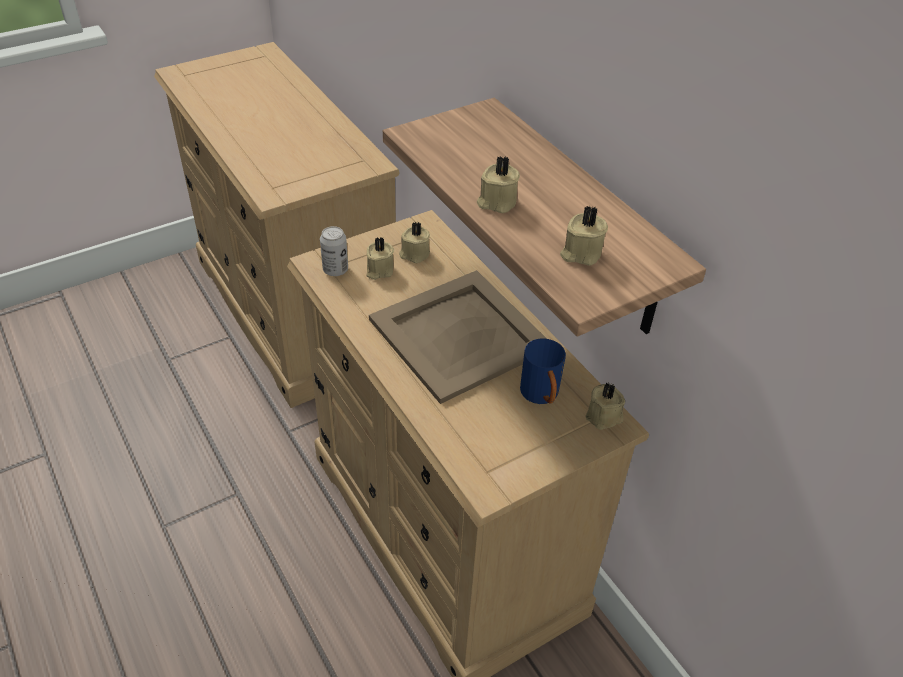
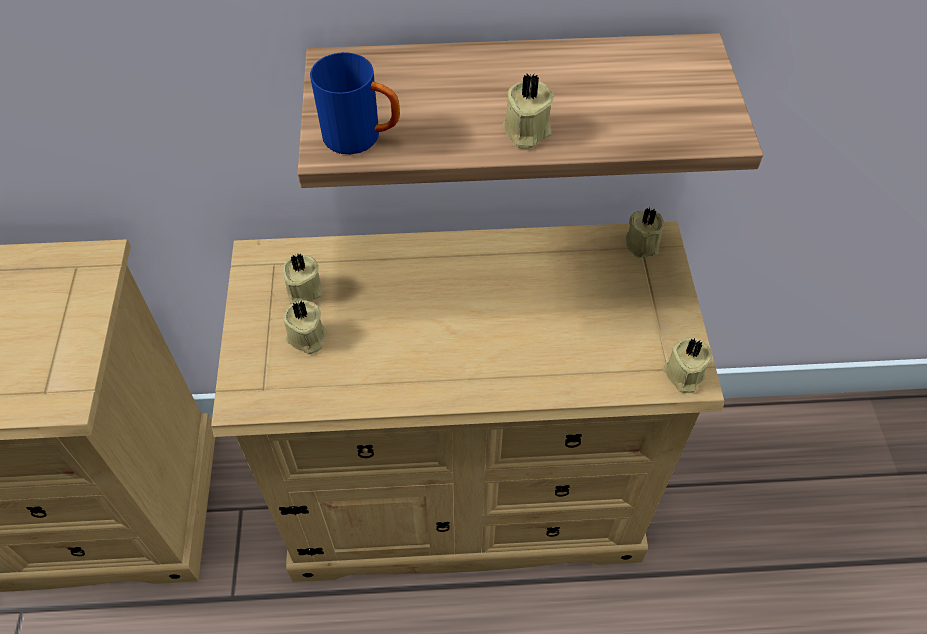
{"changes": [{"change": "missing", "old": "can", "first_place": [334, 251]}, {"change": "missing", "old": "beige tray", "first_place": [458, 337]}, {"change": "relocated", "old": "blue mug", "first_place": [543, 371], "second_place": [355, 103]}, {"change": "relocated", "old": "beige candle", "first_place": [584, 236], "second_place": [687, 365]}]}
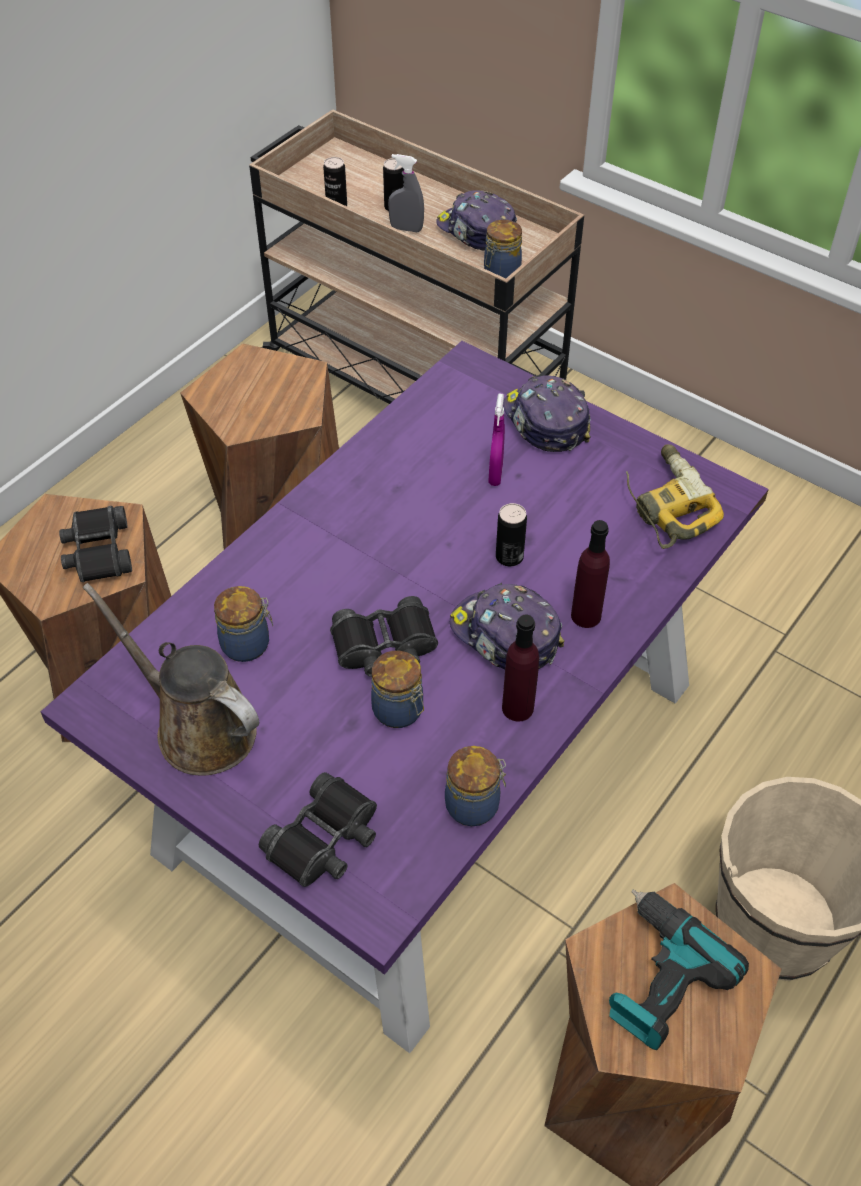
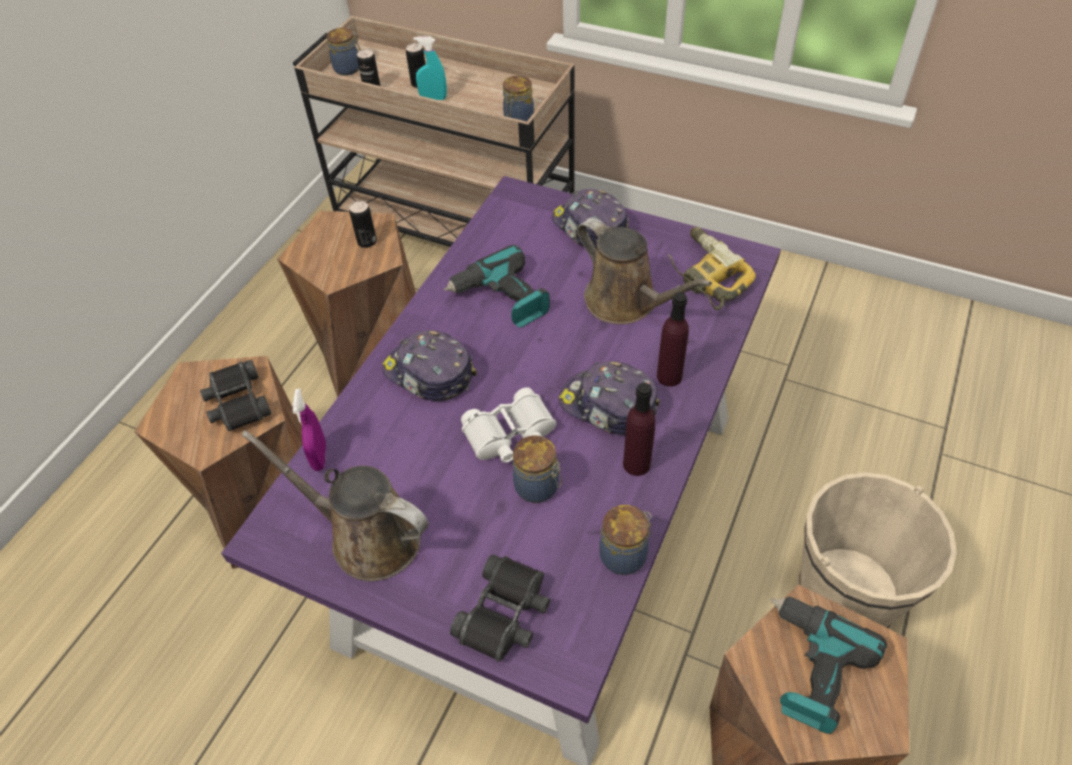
{"changes": [{"change": "appeared", "new": "power drill", "second_place": [496, 286]}, {"change": "appeared", "new": "brown watering can", "second_place": [644, 271]}, {"change": "relocated", "old": "jar", "first_place": [243, 624], "second_place": [343, 52]}, {"change": "relocated", "old": "cap", "first_place": [476, 221], "second_place": [429, 365]}, {"change": "relocated", "old": "purple spray bottle", "first_place": [496, 439], "second_place": [309, 430]}, {"change": "relocated", "old": "can", "first_place": [511, 534], "second_place": [363, 224]}, {"change": "colour", "old": "black binoculars", "new": "white binoculars", "first_place": [384, 636], "second_place": [508, 425]}, {"change": "colour", "old": "grey spray bottle", "new": "turquoise spray bottle", "first_place": [406, 193], "second_place": [430, 68]}]}
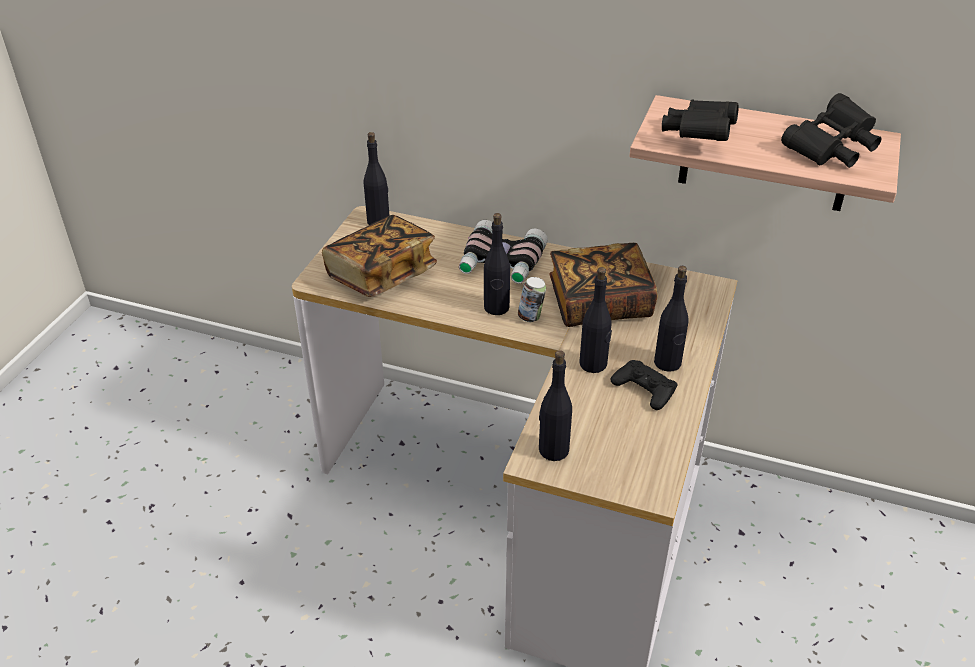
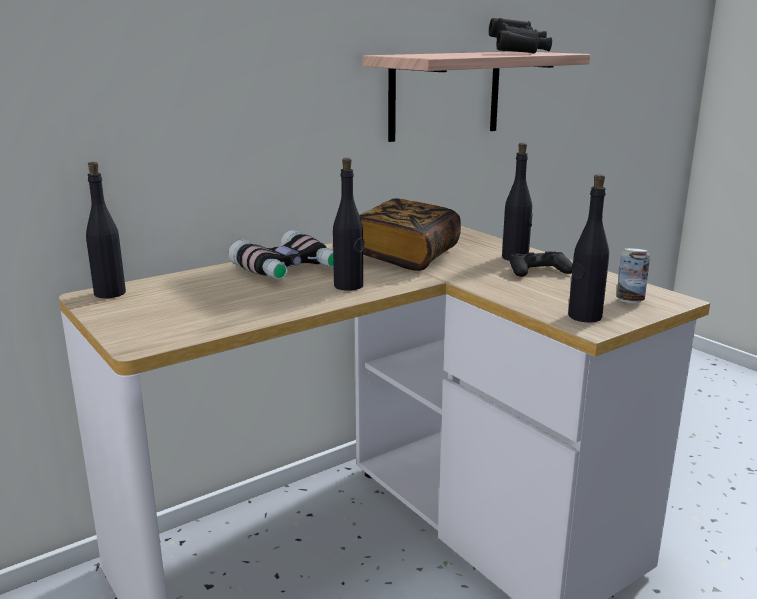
{"changes": [{"change": "missing", "old": "book", "first_place": [379, 256]}, {"change": "missing", "old": "black bottle", "first_place": [595, 320]}, {"change": "missing", "old": "black binoculars", "first_place": [700, 120]}, {"change": "relocated", "old": "can", "first_place": [532, 299], "second_place": [633, 275]}]}
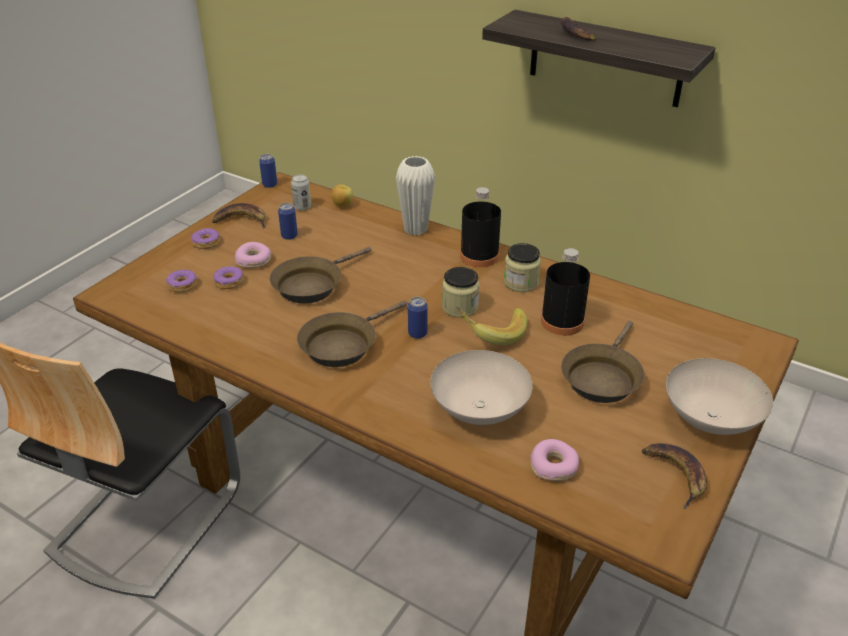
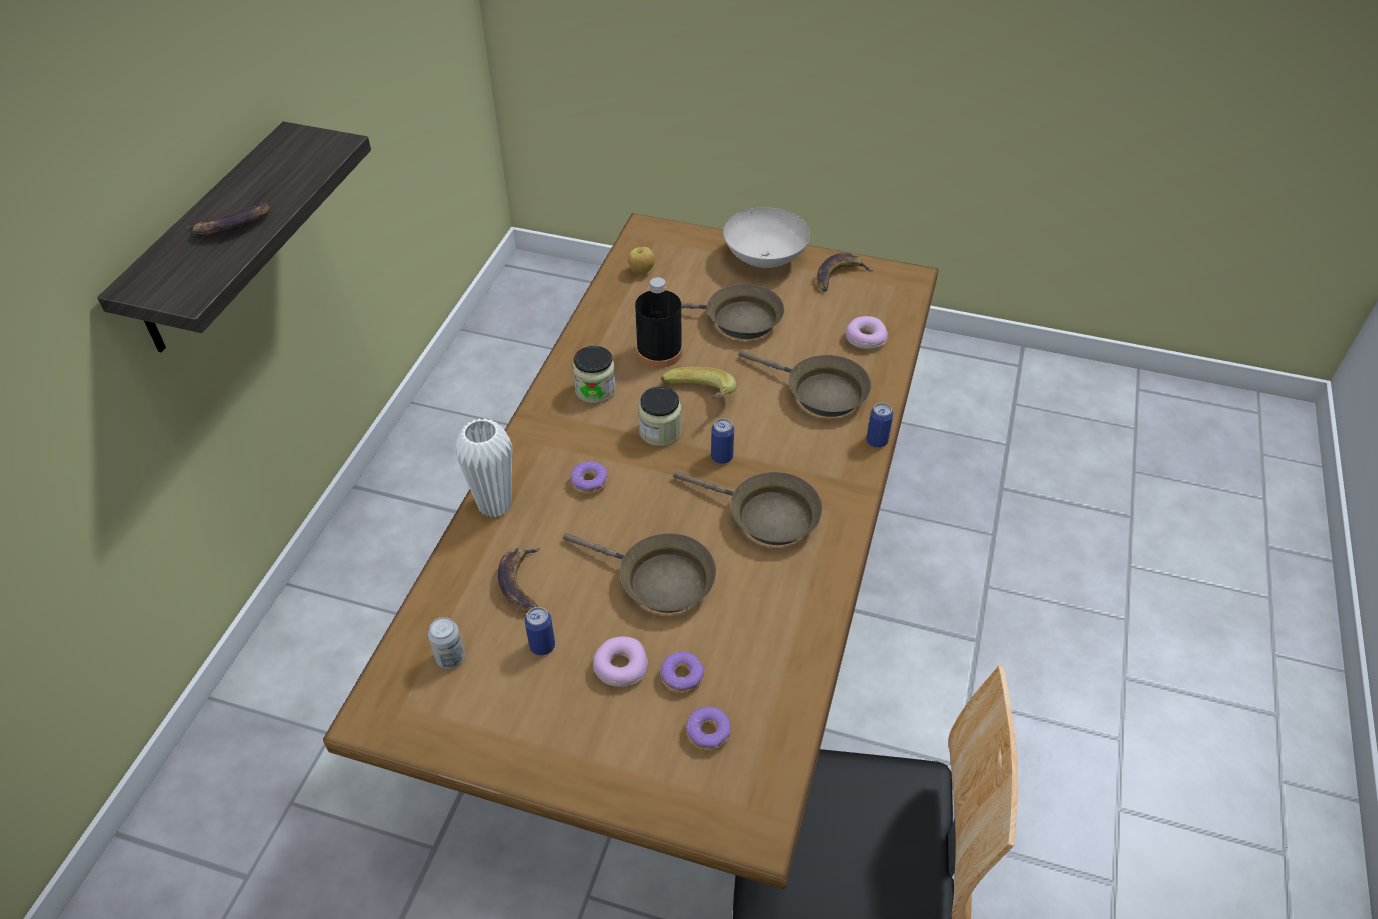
{"changes": [{"change": "missing", "old": "black bottle", "first_place": [480, 227]}, {"change": "relocated", "old": "donut", "first_place": [206, 238], "second_place": [589, 478]}, {"change": "relocated", "old": "banana", "first_place": [238, 216], "second_place": [519, 580]}, {"change": "relocated", "old": "can", "first_place": [268, 171], "second_place": [879, 425]}, {"change": "relocated", "old": "apple", "first_place": [342, 195], "second_place": [641, 260]}, {"change": "exchanged", "old": "white bowl", "new": "brown frying pan", "first_place": [481, 387], "second_place": [804, 384]}]}
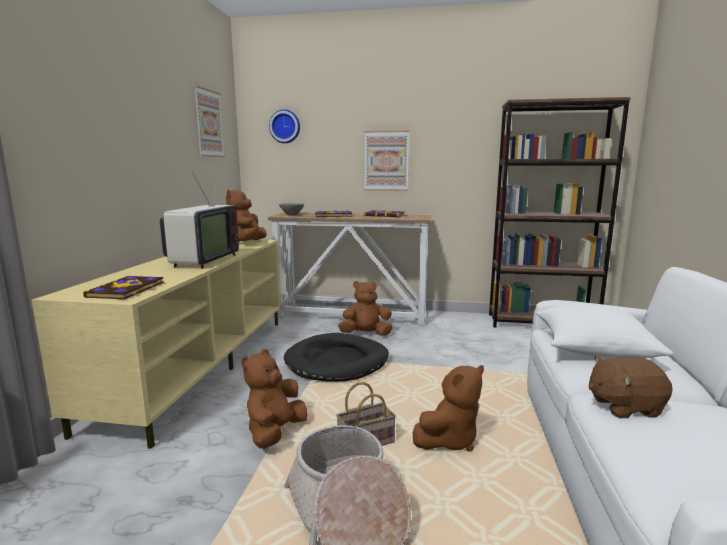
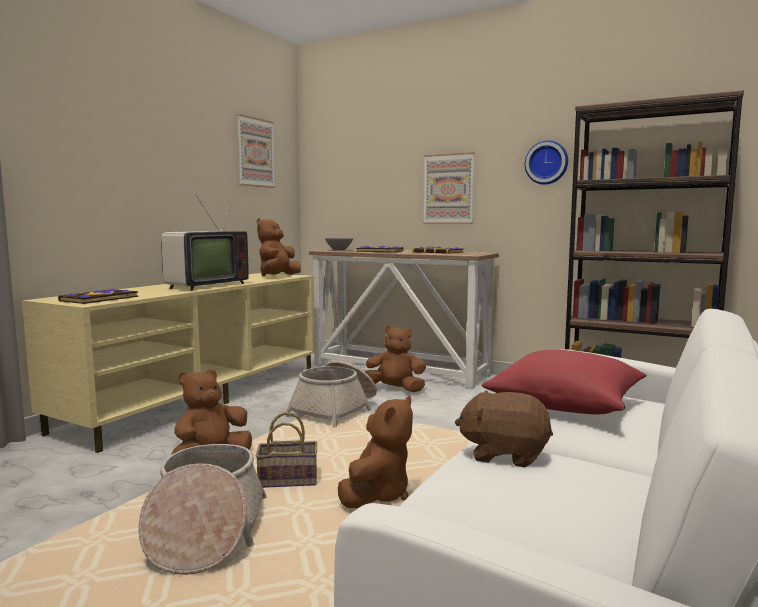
{"changes": [{"change": "relocated", "old": "wall clock", "first_place": [284, 126], "second_place": [546, 162]}, {"change": "exchanged", "old": "black dog bed", "new": "basket", "first_place": [336, 357], "second_place": [331, 394]}, {"change": "colour", "old": "white pillow", "new": "red pillow", "first_place": [604, 331], "second_place": [564, 382]}, {"change": "spun", "old": "brown plush toy", "first_place": [448, 408], "second_place": [375, 452], "degrees": -45}]}
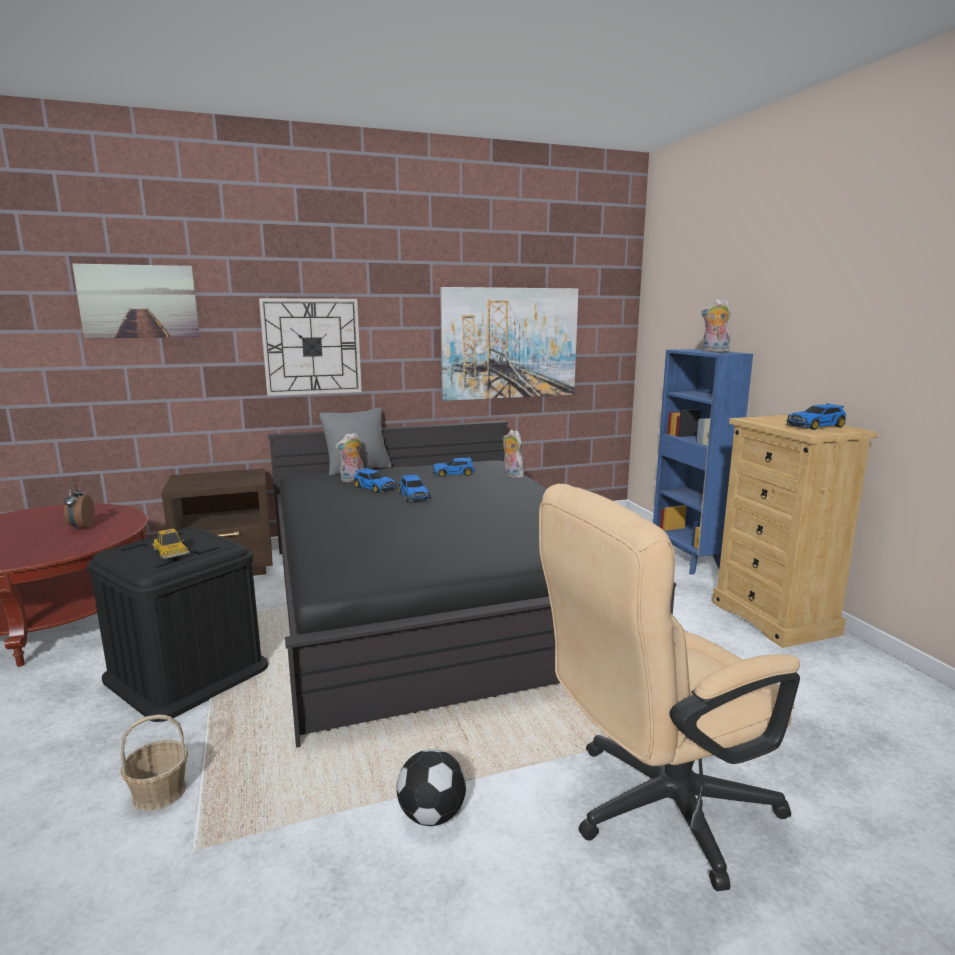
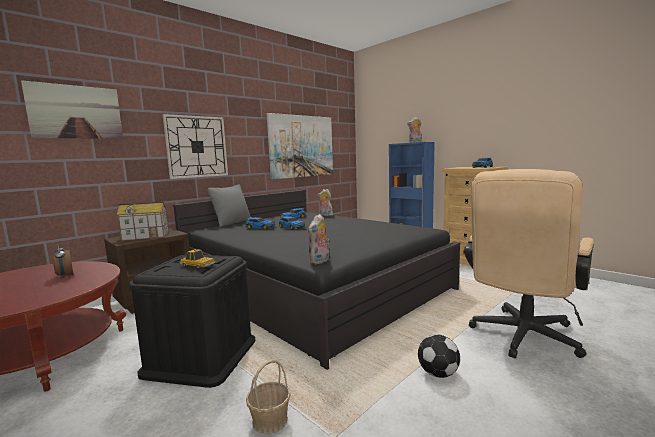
{"changes": [{"change": "appeared", "new": "toy house", "second_place": [142, 221]}, {"change": "relocated", "old": "plush toy", "first_place": [349, 457], "second_place": [318, 239]}]}
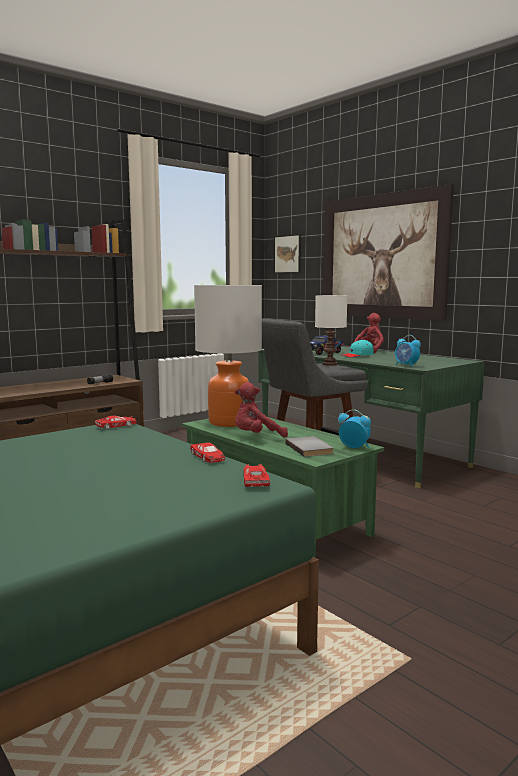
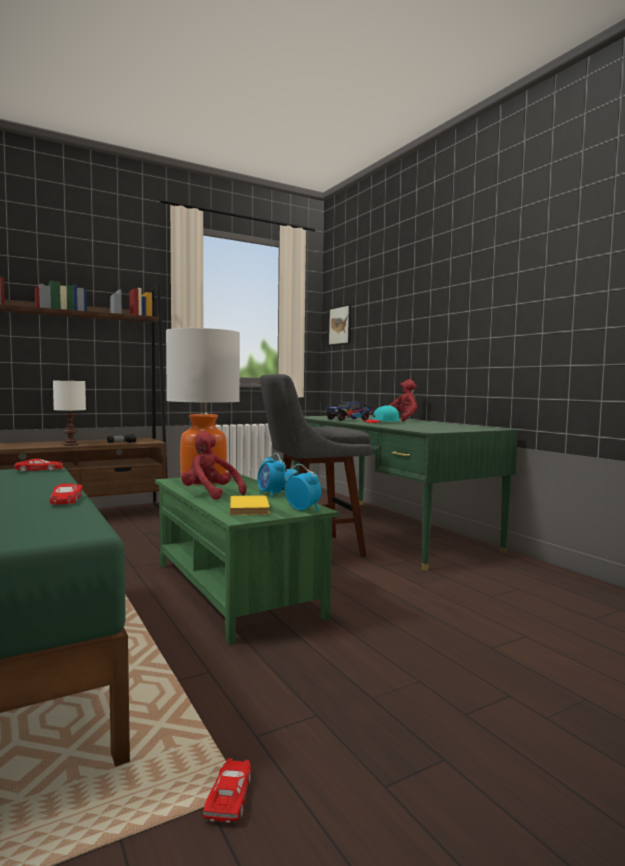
{"changes": [{"change": "missing", "old": "picture", "first_place": [388, 252]}, {"change": "relocated", "old": "red toy car", "first_place": [256, 475], "second_place": [227, 790]}, {"change": "relocated", "old": "white table lamp", "first_place": [331, 330], "second_place": [69, 413]}, {"change": "relocated", "old": "alarm clock", "first_place": [408, 351], "second_place": [271, 475]}, {"change": "colour", "old": "grey book", "new": "yellow book", "first_place": [309, 446], "second_place": [250, 505]}, {"change": "spun", "old": "red plush toy", "first_place": [261, 410], "second_place": [214, 465], "degrees": 45}]}
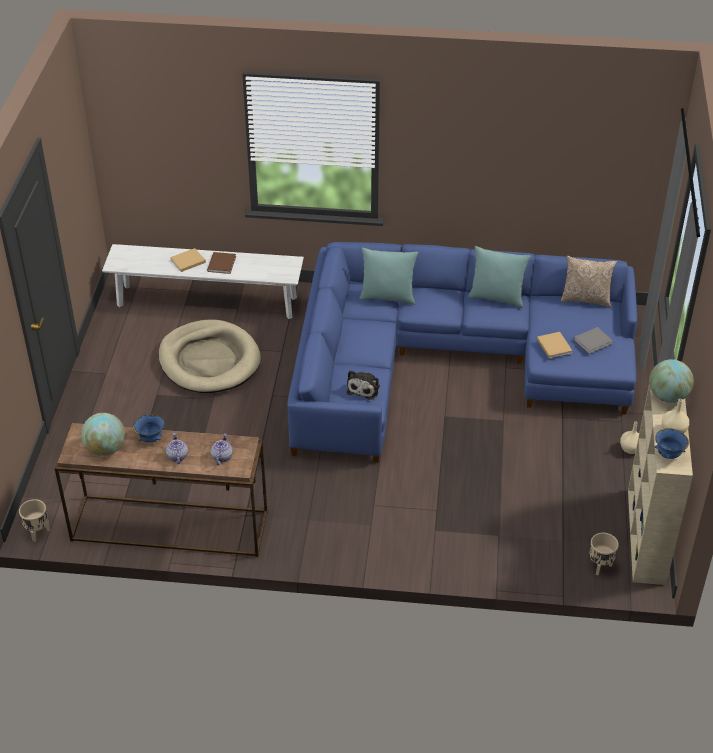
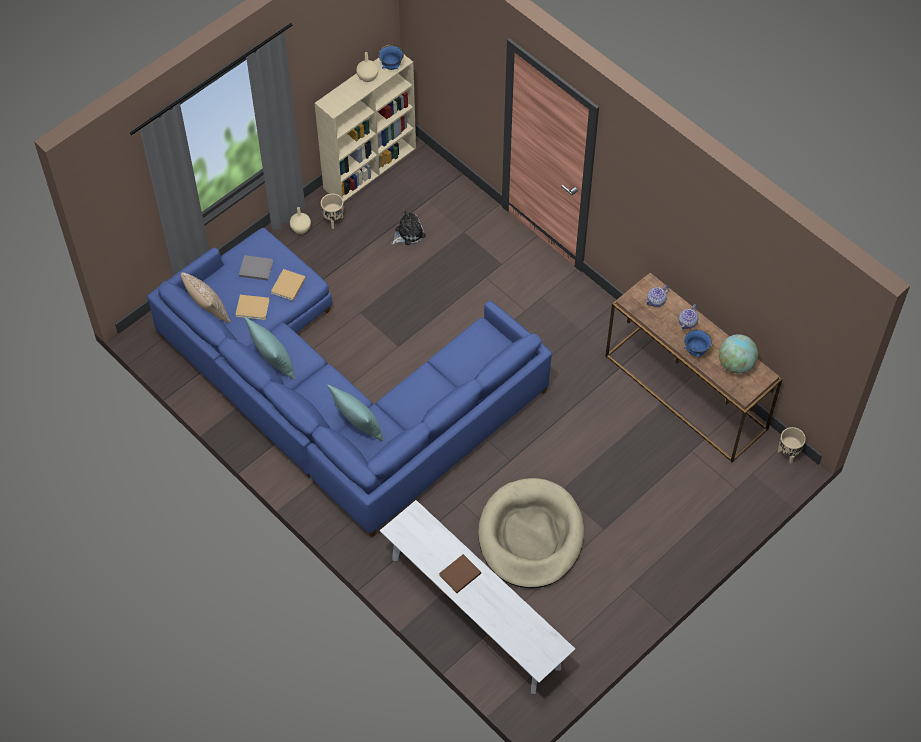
{"changes": [{"change": "missing", "old": "globe", "first_place": [671, 381]}, {"change": "relocated", "old": "beige book", "first_place": [188, 260], "second_place": [252, 307]}, {"change": "relocated", "old": "plush toy", "first_place": [363, 385], "second_place": [408, 228]}, {"change": "relocated", "old": "beige planter", "first_place": [604, 554], "second_place": [332, 211]}]}
